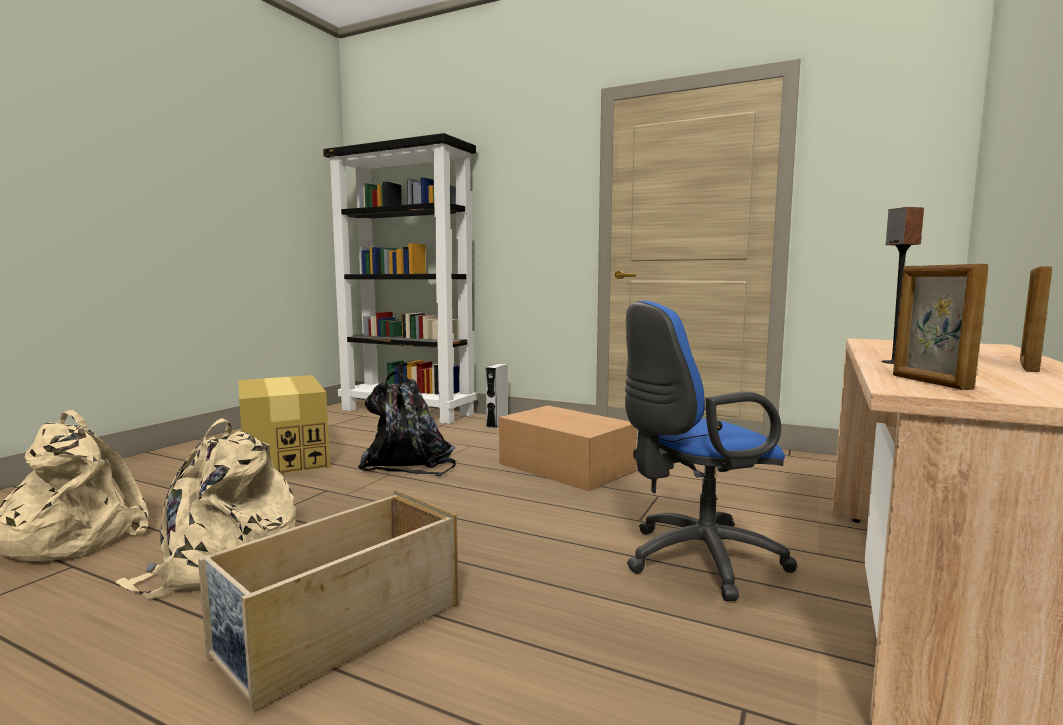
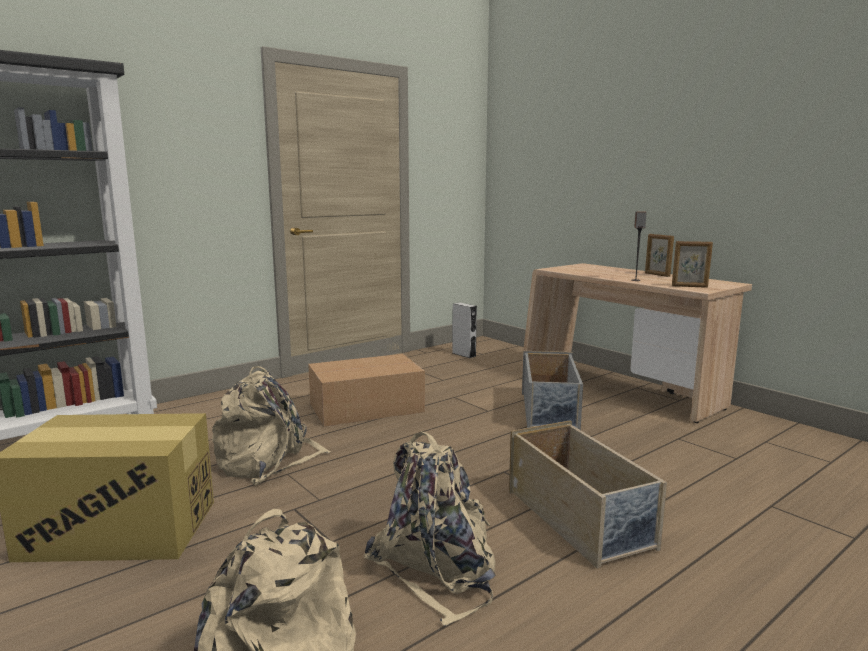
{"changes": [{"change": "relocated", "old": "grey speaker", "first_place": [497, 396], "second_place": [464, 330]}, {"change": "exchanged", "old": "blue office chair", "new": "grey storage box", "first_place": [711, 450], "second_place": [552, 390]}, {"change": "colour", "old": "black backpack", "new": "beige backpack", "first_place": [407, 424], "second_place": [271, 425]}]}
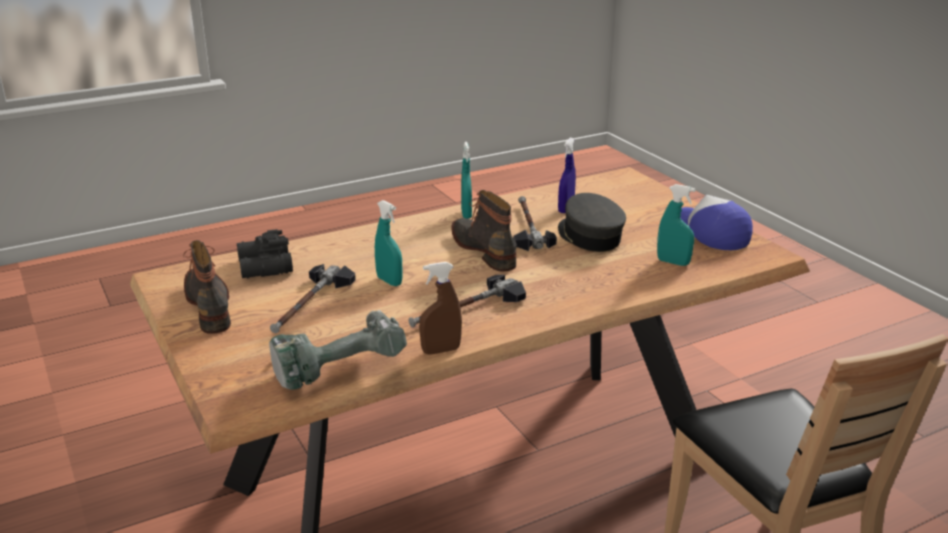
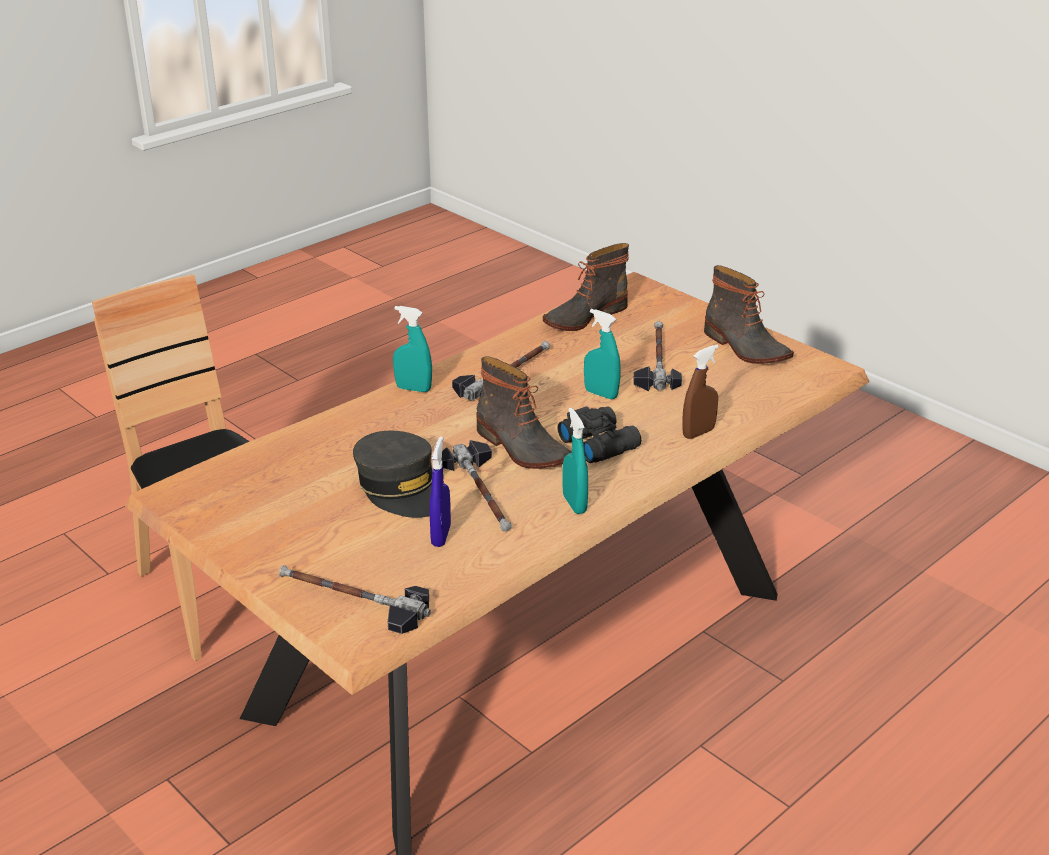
{"changes": [{"change": "missing", "old": "cap", "first_place": [716, 222]}, {"change": "appeared", "new": "hammer", "second_place": [355, 599]}, {"change": "relocated", "old": "black binoculars", "first_place": [265, 254], "second_place": [599, 434]}, {"change": "relocated", "old": "brown spray bottle", "first_place": [440, 308], "second_place": [700, 392]}, {"change": "relocated", "old": "turquoise spray bottle", "first_place": [676, 225], "second_place": [412, 349]}, {"change": "exchanged", "old": "power drill", "new": "boot", "first_place": [338, 350], "second_place": [586, 287]}]}
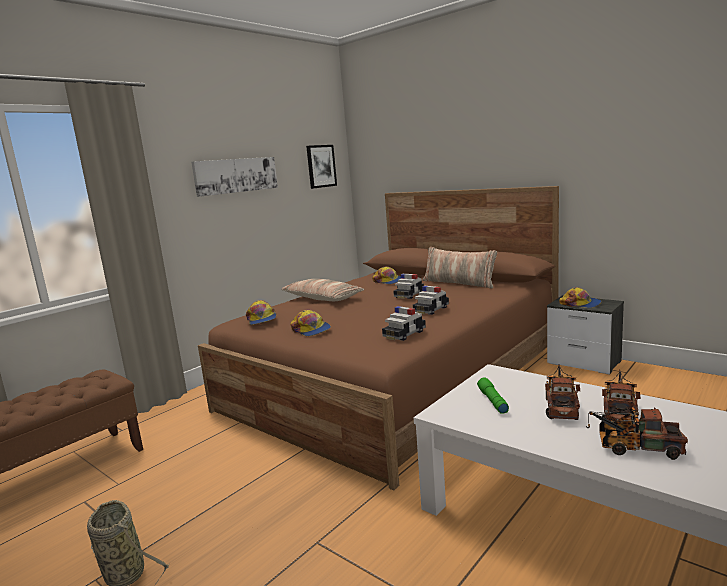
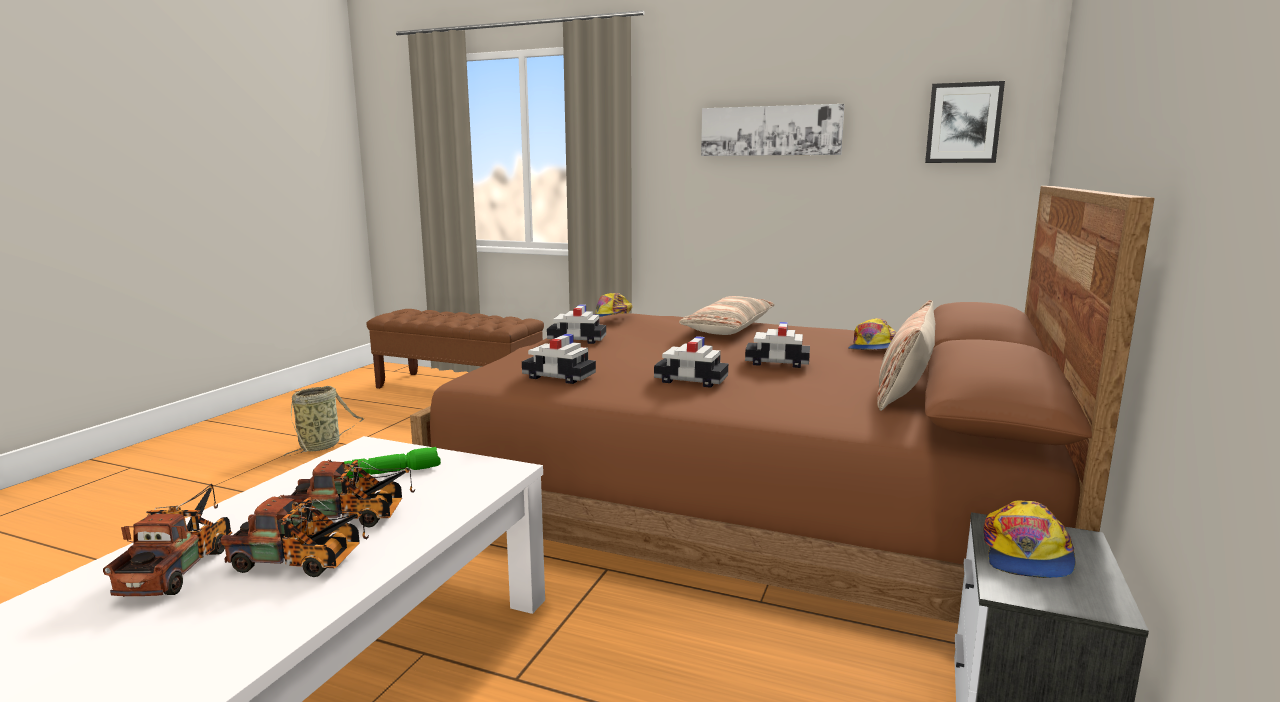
{"changes": [{"change": "exchanged", "old": "cap", "new": "toy car", "first_place": [310, 323], "second_place": [576, 324]}]}
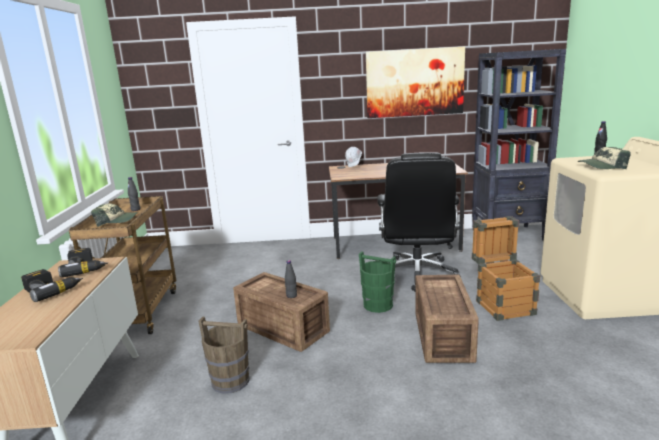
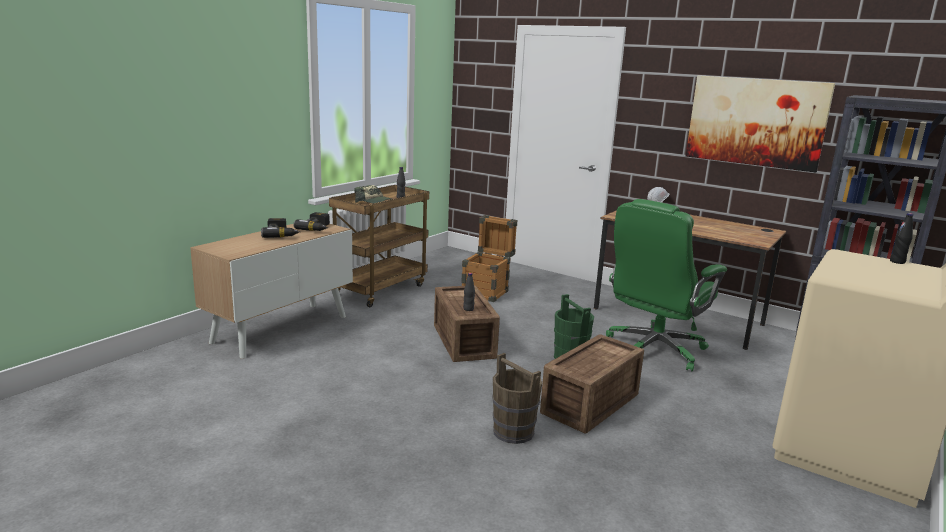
{"changes": [{"change": "missing", "old": "cap", "first_place": [604, 158]}, {"change": "relocated", "old": "brown bucket", "first_place": [224, 355], "second_place": [517, 398]}, {"change": "relocated", "old": "crate", "first_place": [506, 268], "second_place": [489, 258]}, {"change": "colour", "old": "black office chair", "new": "green office chair", "first_place": [419, 222], "second_place": [666, 285]}]}
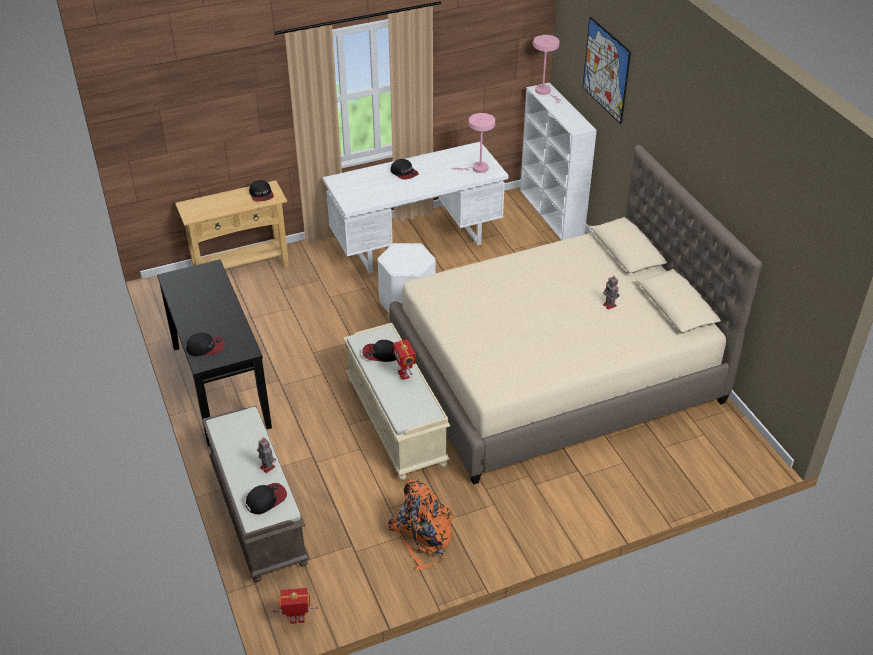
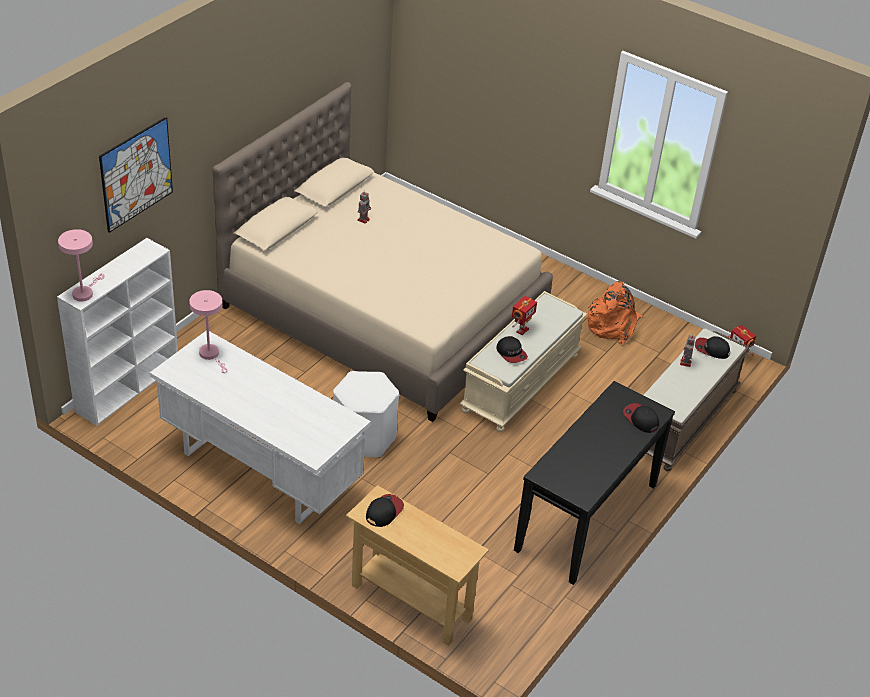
{"changes": [{"change": "missing", "old": "cap", "first_place": [405, 169]}]}
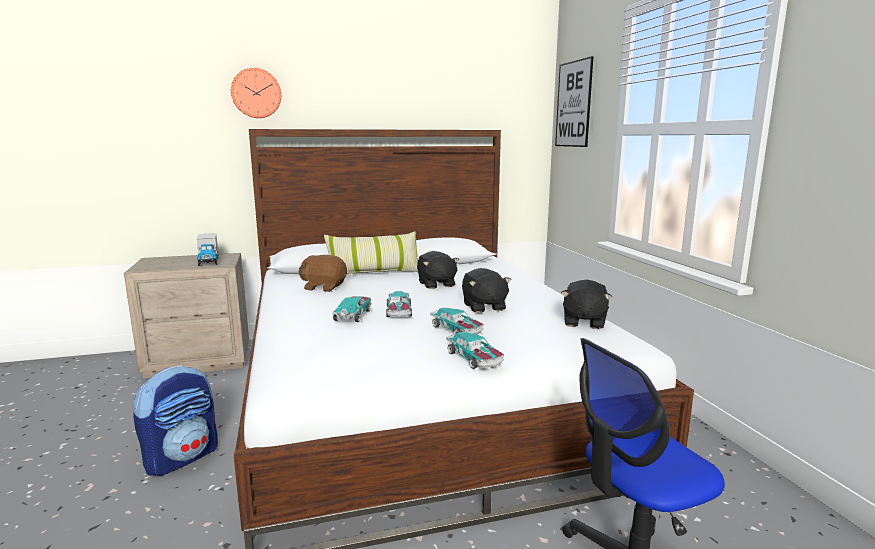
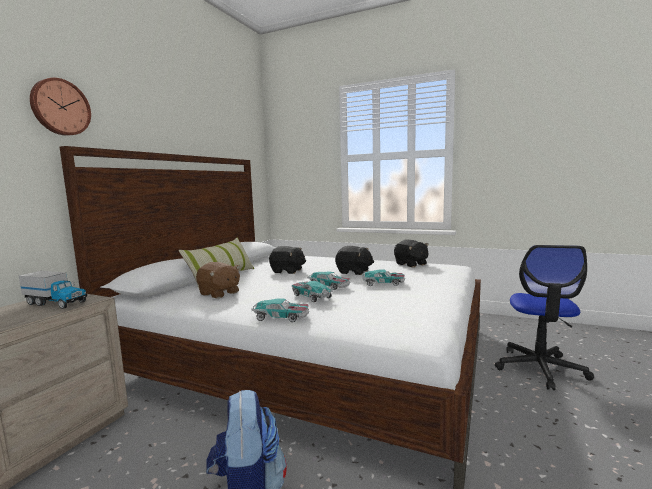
{"changes": [{"change": "missing", "old": "picture", "first_place": [574, 101]}, {"change": "relocated", "old": "toy car", "first_place": [475, 350], "second_place": [280, 310]}, {"change": "spun", "old": "brown plush toy", "first_place": [322, 273], "second_place": [218, 280], "degrees": -105}]}
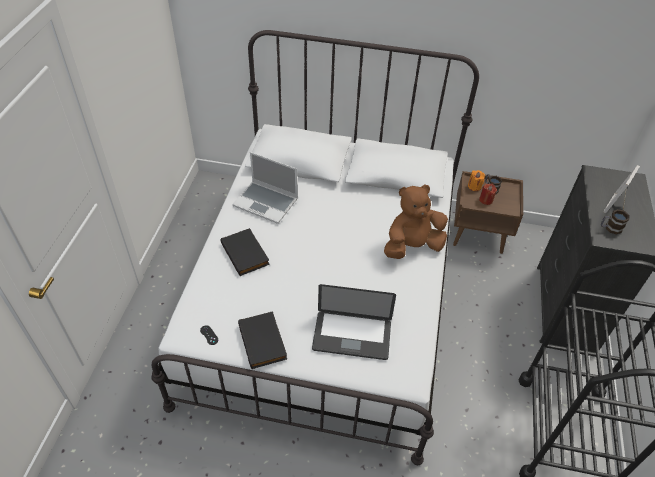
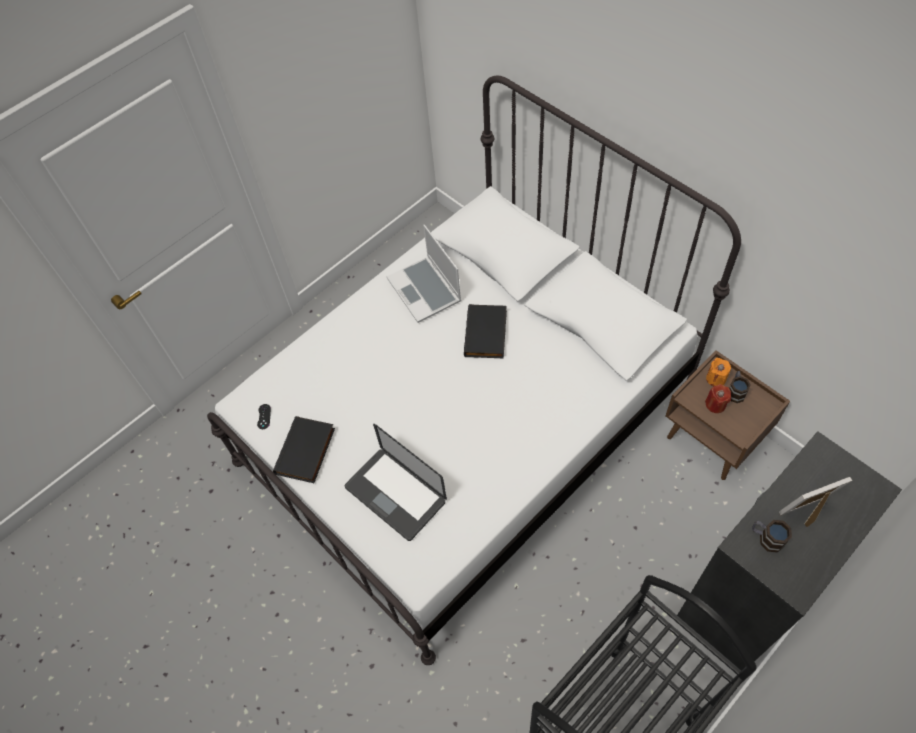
{"changes": [{"change": "missing", "old": "brown plush toy", "first_place": [416, 221]}, {"change": "relocated", "old": "black book", "first_place": [245, 252], "second_place": [485, 331]}]}
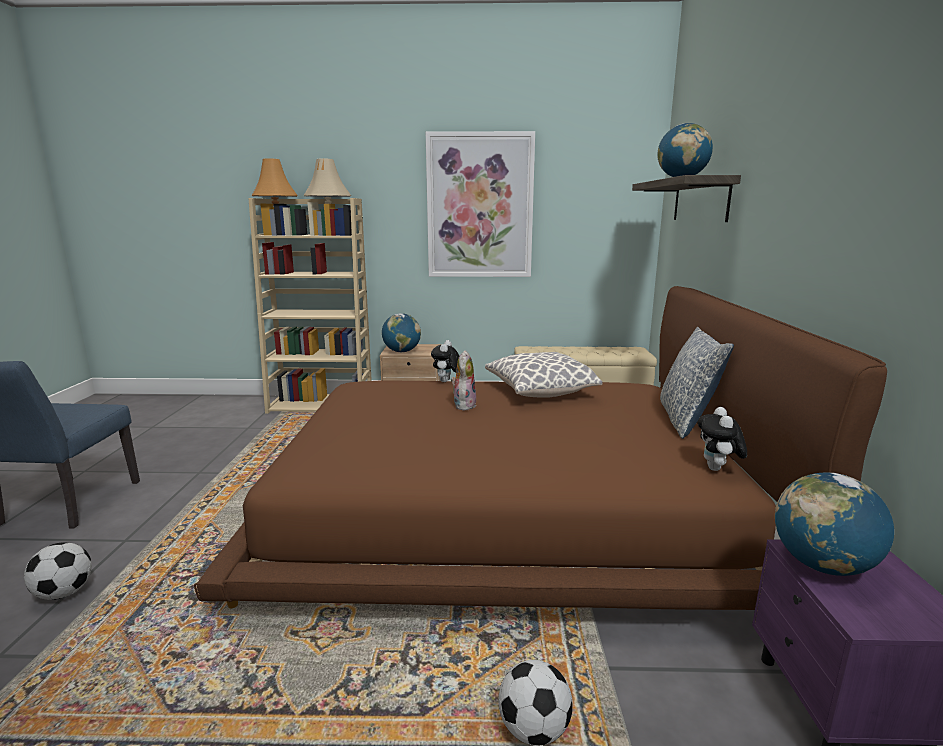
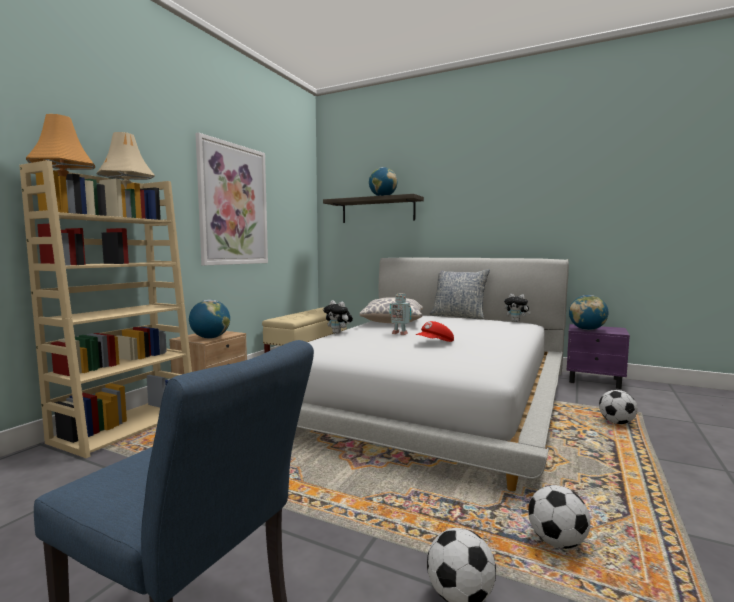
{"changes": [{"change": "appeared", "new": "red cap", "second_place": [435, 331]}, {"change": "appeared", "new": "football", "second_place": [559, 517]}, {"change": "exchanged", "old": "plush toy", "new": "toy robot", "first_place": [463, 381], "second_place": [400, 314]}, {"change": "colour", "old": "brown bed", "new": "white bed", "first_place": [540, 448], "second_place": [433, 374]}]}
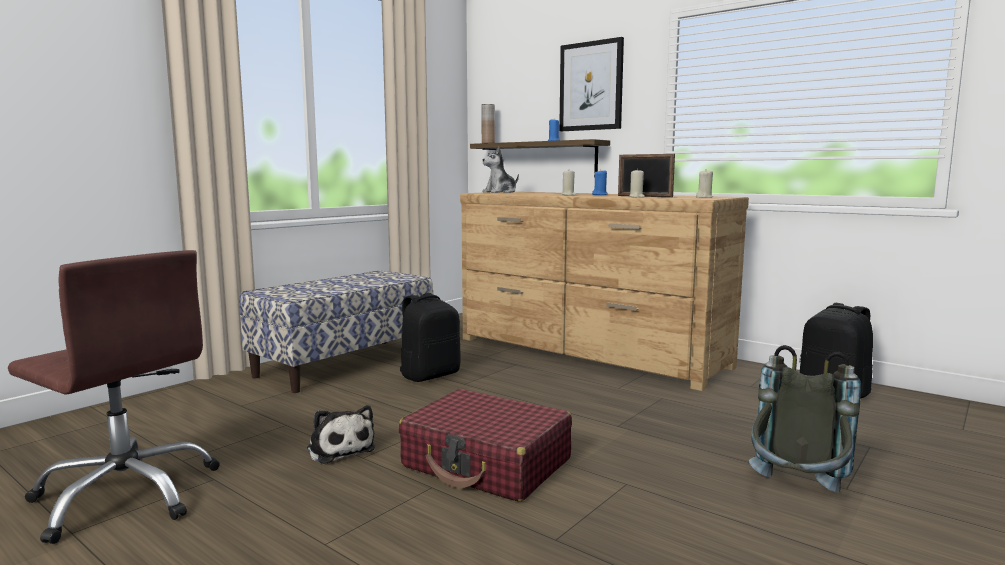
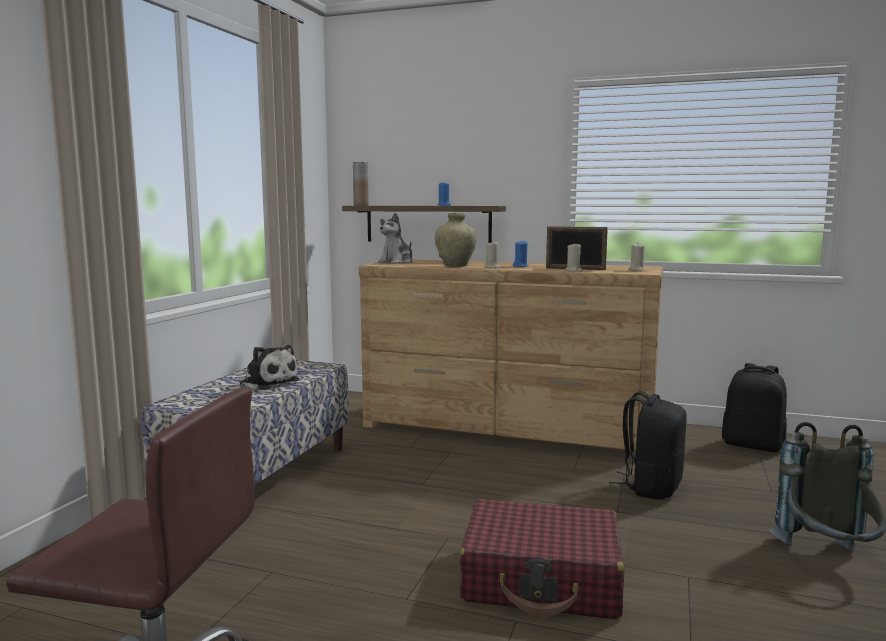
{"changes": [{"change": "missing", "old": "picture", "first_place": [591, 84]}, {"change": "appeared", "new": "beige vase", "second_place": [456, 240]}, {"change": "relocated", "old": "plush toy", "first_place": [341, 434], "second_place": [269, 367]}, {"change": "relocated", "old": "black backpack", "first_place": [430, 337], "second_place": [648, 445]}]}
